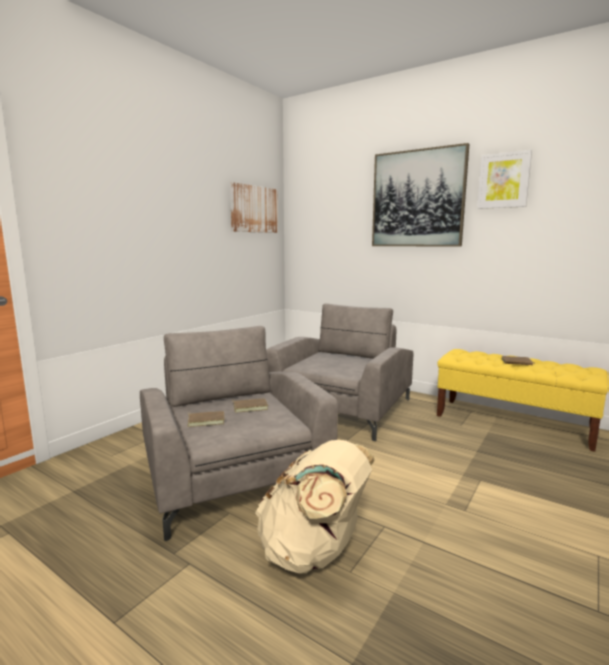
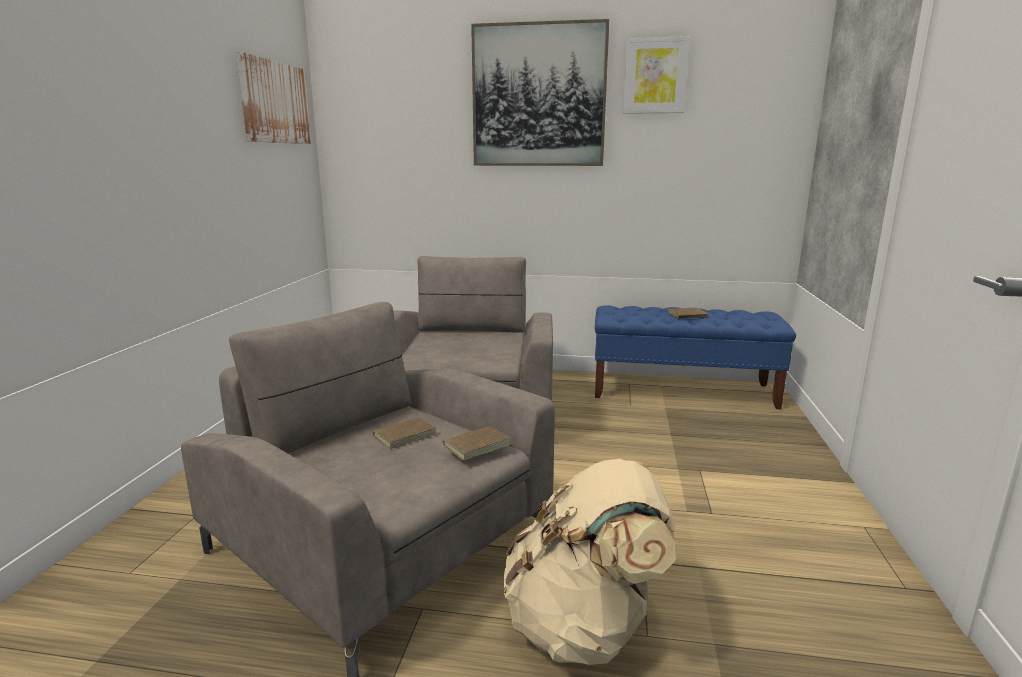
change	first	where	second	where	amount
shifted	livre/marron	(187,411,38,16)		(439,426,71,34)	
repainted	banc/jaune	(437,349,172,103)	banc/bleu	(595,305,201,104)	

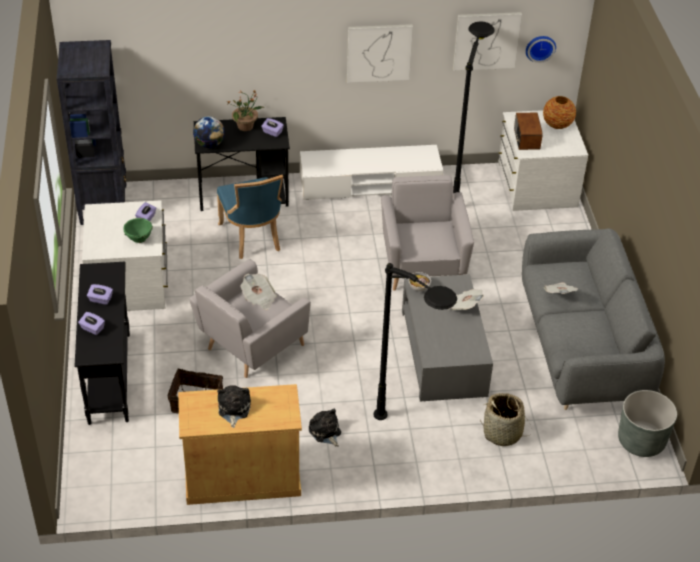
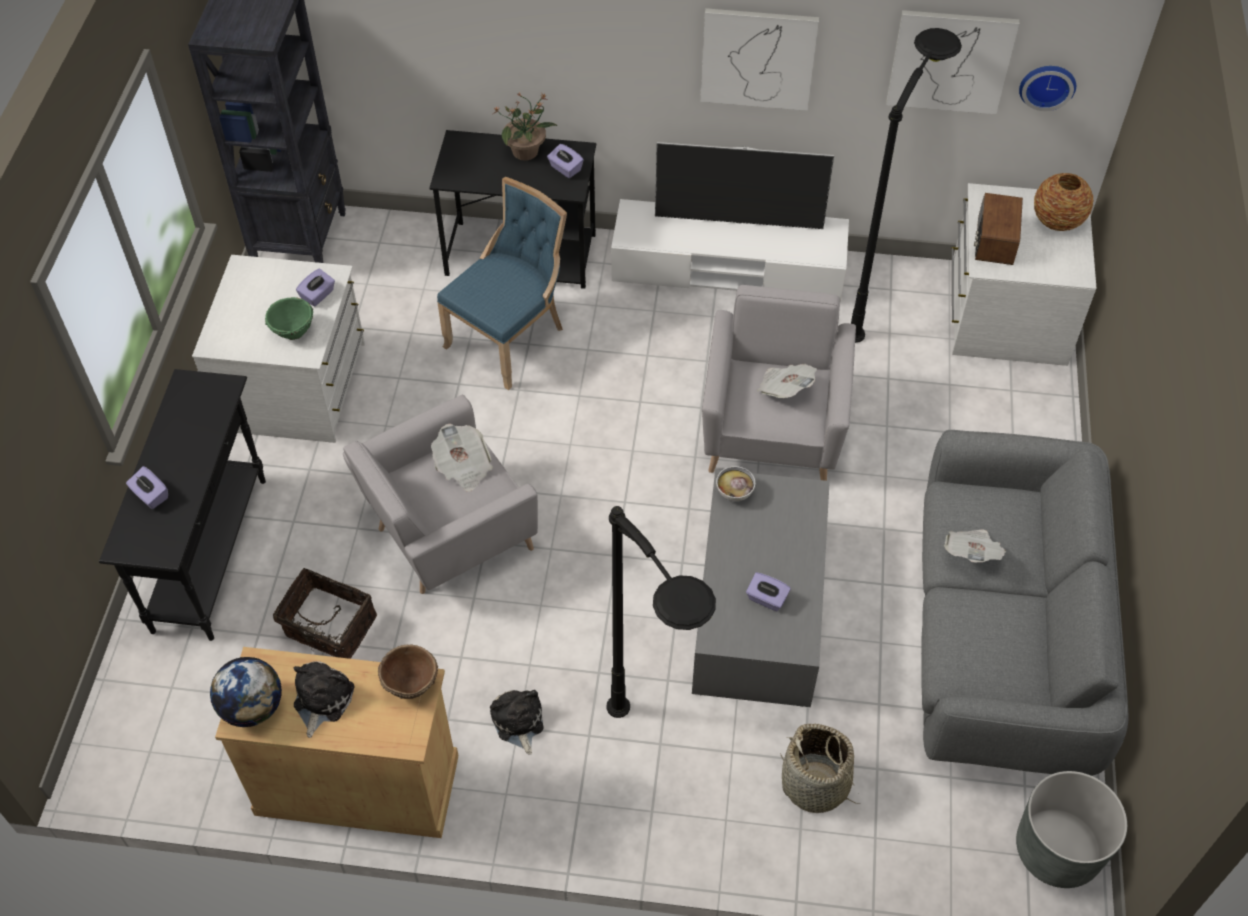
change	first	where	second	where	amount
shifted	globe	(193,116,32,32)		(210,657,72,70)	
new			bol/marron	(378,645,60,54)	
rotated	chaise/bleu	(217,175,66,84)		(437,177,130,213)	135 degrees counterclockwise
new			téléviseur	(655,142,179,87)	
shifted	boîte à mouchoirs/violet	(87,284,26,21)		(746,572,45,39)	
shifted	journal	(449,289,35,21)		(757,364,60,34)	

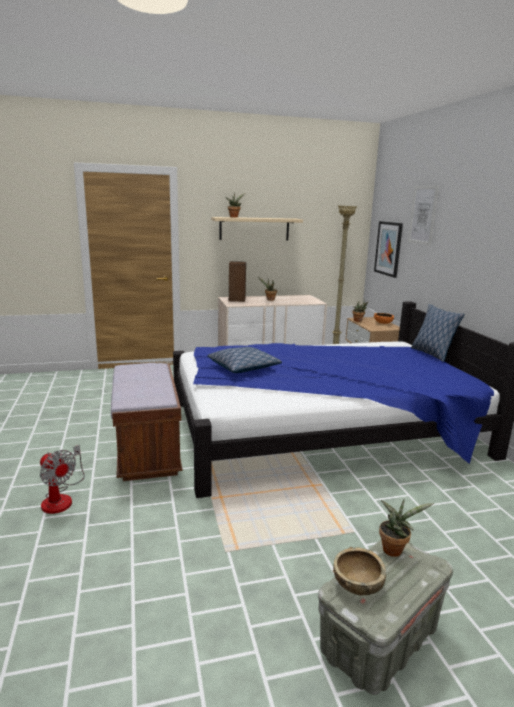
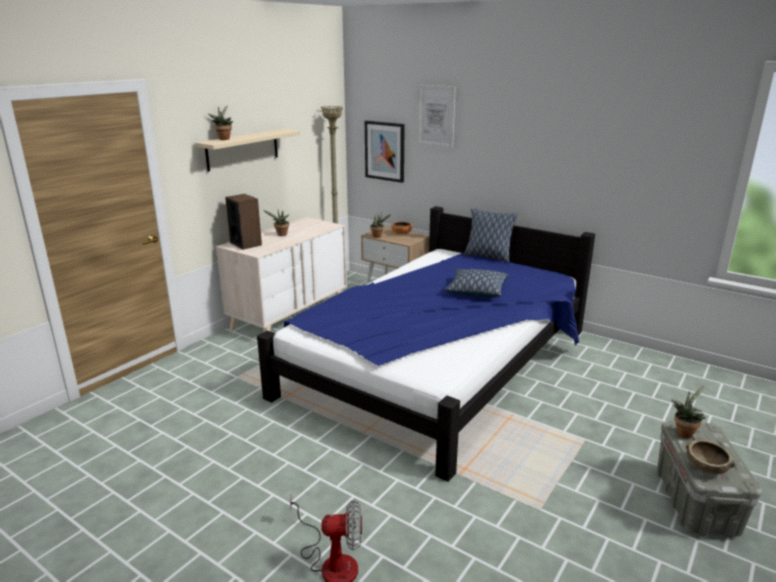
change	first	where	second	where	amount
shifted	coussin	(207,347,75,26)		(445,269,63,29)	
gone	banc/marron	(111,363,71,118)			

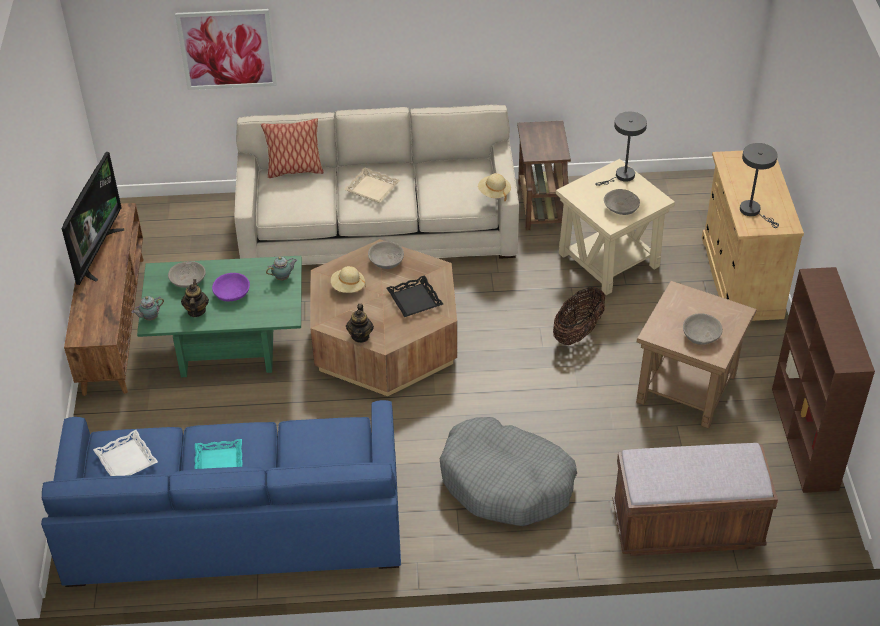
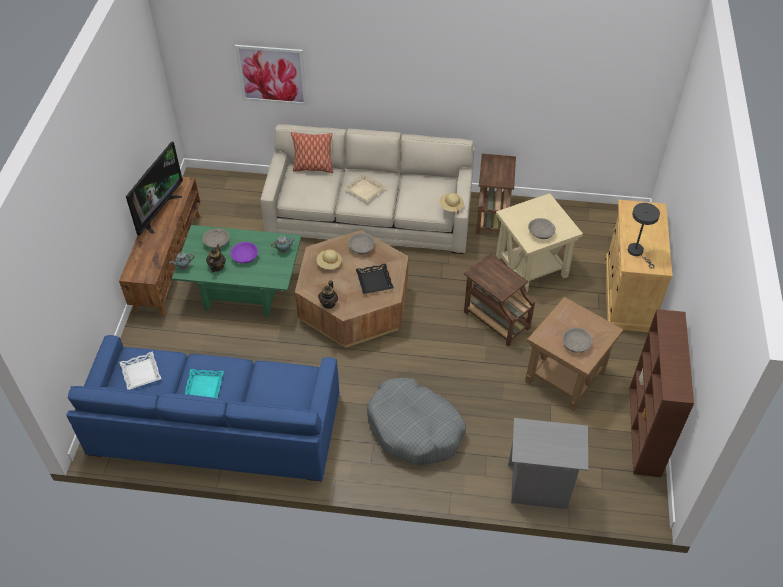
change	first	where	second	where	amount
swapped	panier	(553,287,52,58)	table d'appoint/marron	(464,254,71,93)	
swapped	banc/marron	(613,443,165,113)	table de chevet/gris	(508,418,80,91)	
gone	lampe de table/gris	(596,112,51,74)			

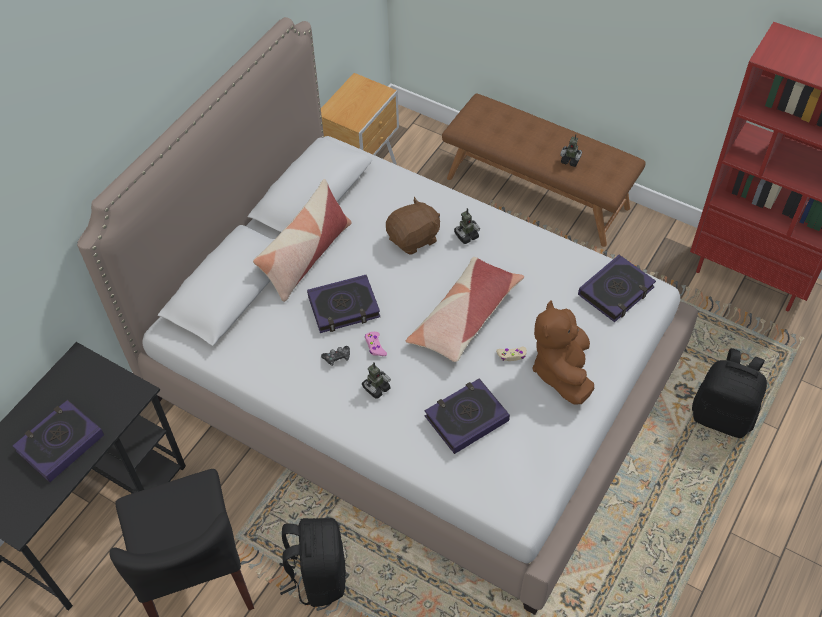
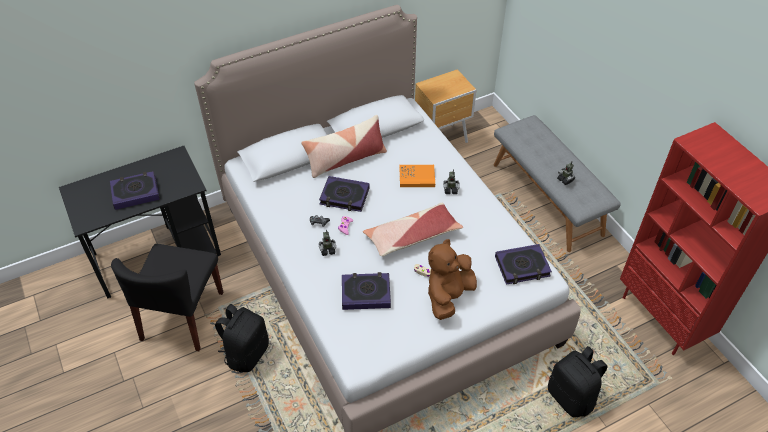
change	first	where	second	where	amount
swapped	peluche/marron	(386,197,54,58)	livre/orange	(399,165,36,22)	
repainted	banc/marron	(442,93,203,154)	banc/gris	(493,115,128,137)	

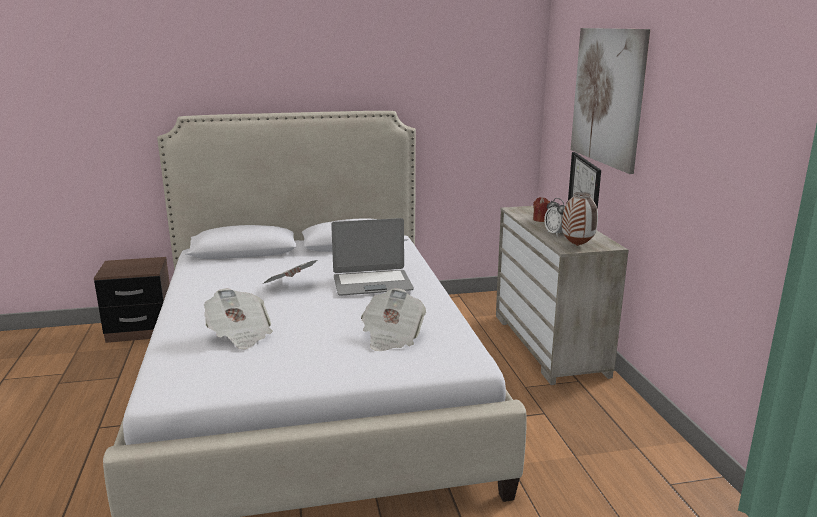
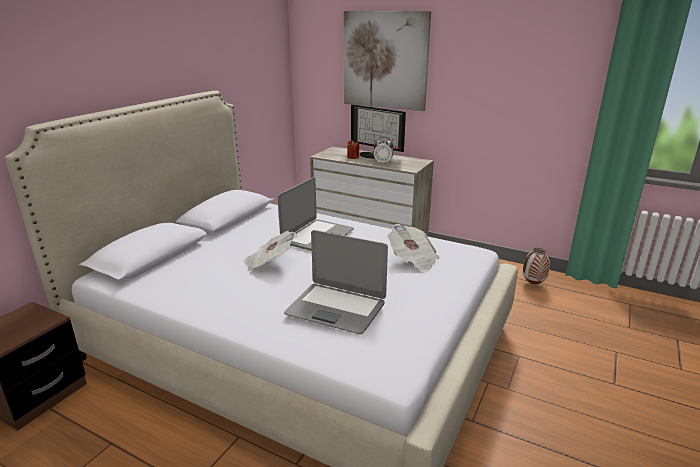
change	first	where	second	where	amount
swapped	journal	(204,288,69,62)	ordinateur portable	(284,230,104,104)	
shifted	vase	(562,192,36,54)		(523,248,27,36)	

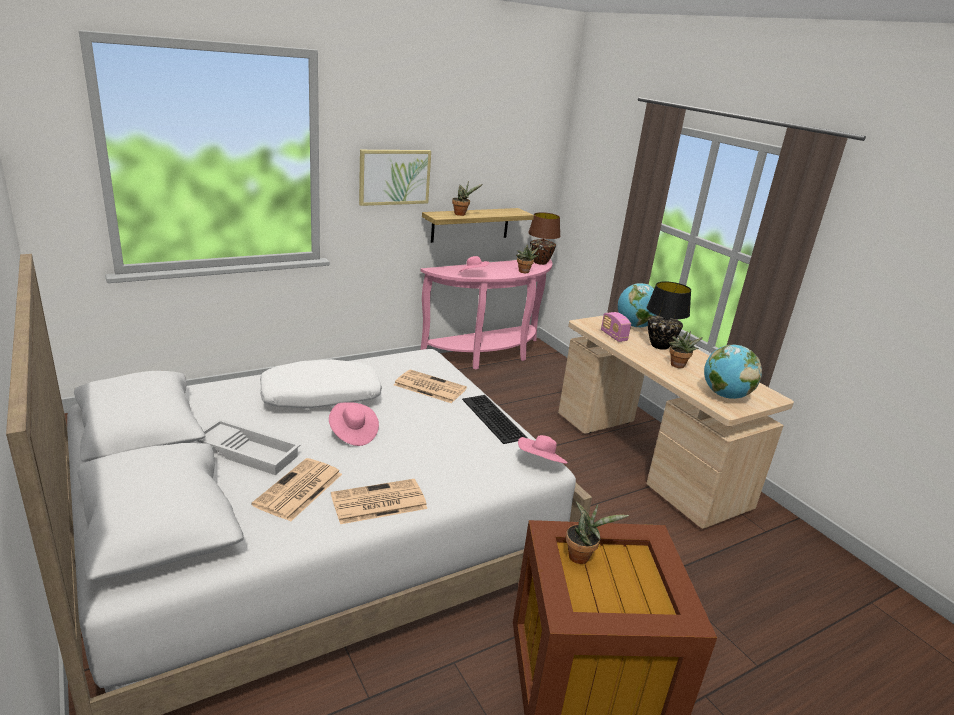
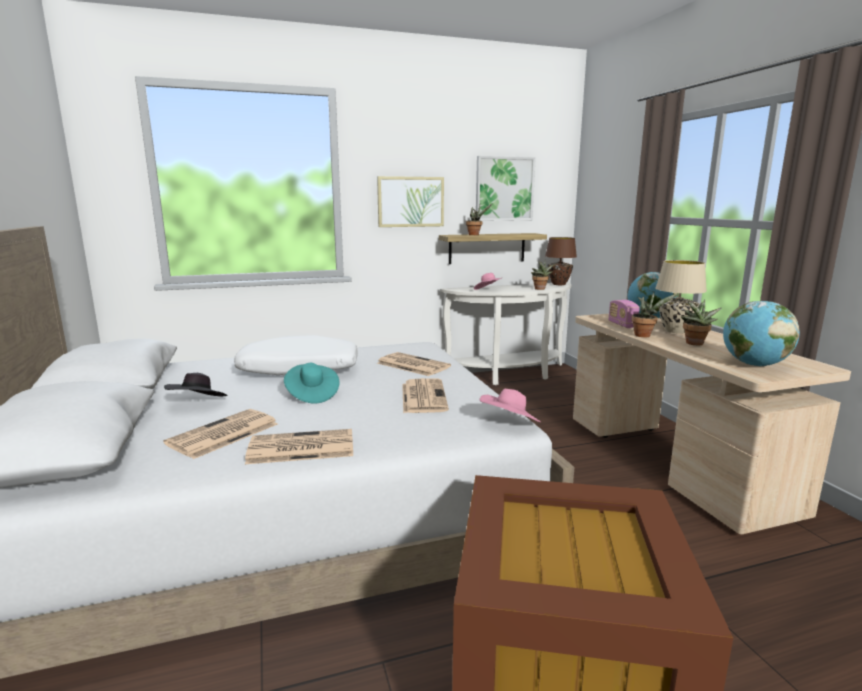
change	first	where	second	where	amount
swapped	plateau/blanc	(197,419,104,56)	chapeau/noir	(164,373,63,24)	
repainted	chapeau/rose	(329,402,50,44)	chapeau/turquoise	(284,363,55,41)	
new			journal	(402,378,47,35)	
repainted	table console/rose	(420,259,133,111)	table console/blanc	(440,282,131,103)	
new			tableau	(476,156,60,65)	
shifted	plante en pot	(566,501,63,63)		(631,292,47,45)	
repainted	lampe de table/noir	(647,281,44,69)	lampe de table/beige	(655,260,52,73)	
gone	clavier	(462,395,65,49)			

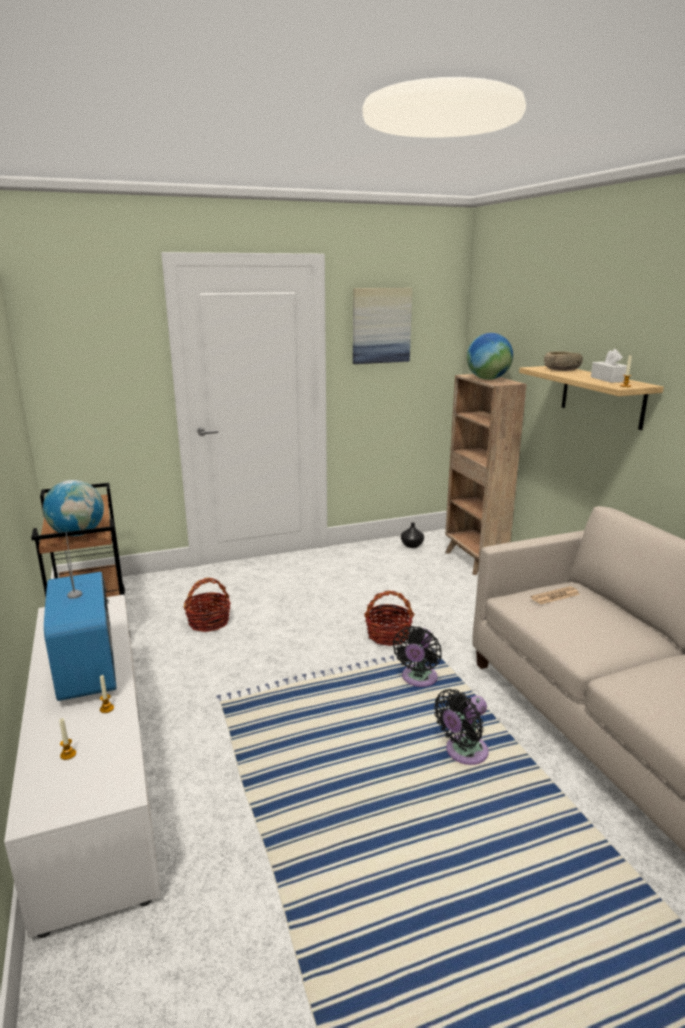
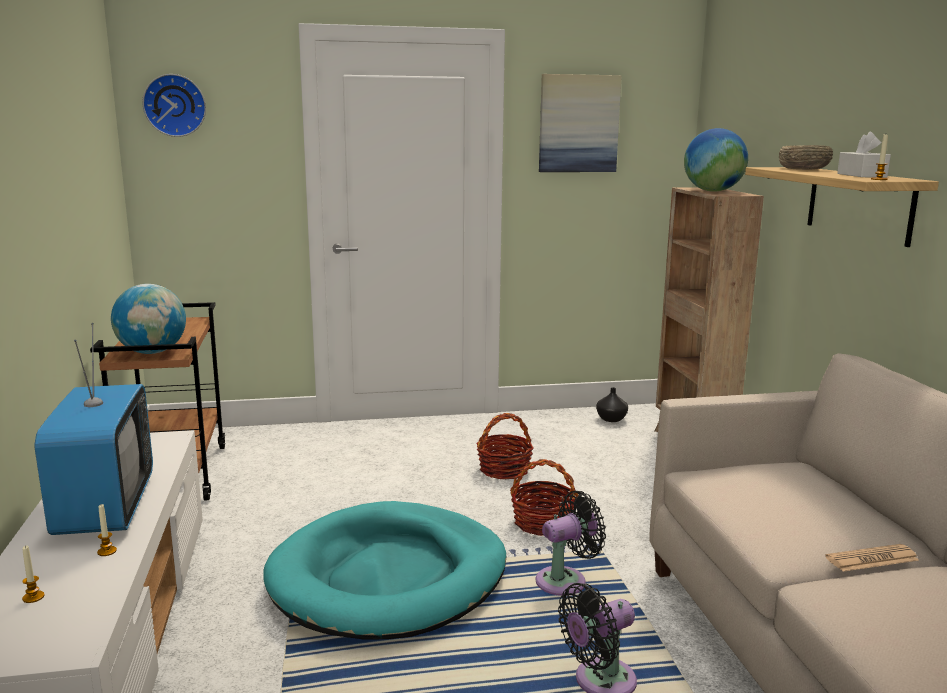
change	first	where	second	where	amount
new			horloge murale	(142,74,64,63)	
new			panier pour chien/turquoise	(263,501,243,139)	
shifted	panier	(184,578,47,54)		(477,413,57,66)	
rotated	ventilateur/noir	(393,626,49,61)		(536,491,70,105)	150 degrees counterclockwise
shifted	journal	(531,586,49,19)		(825,544,94,28)	

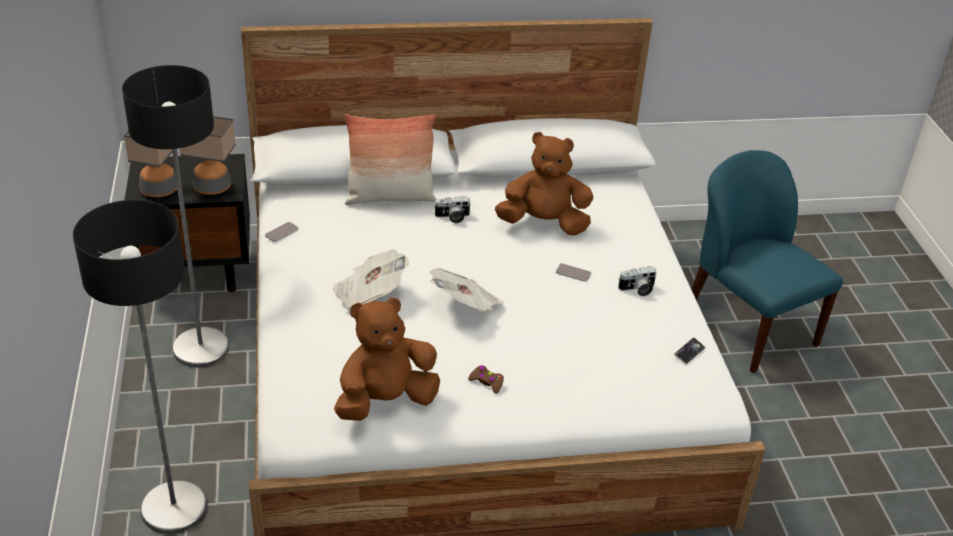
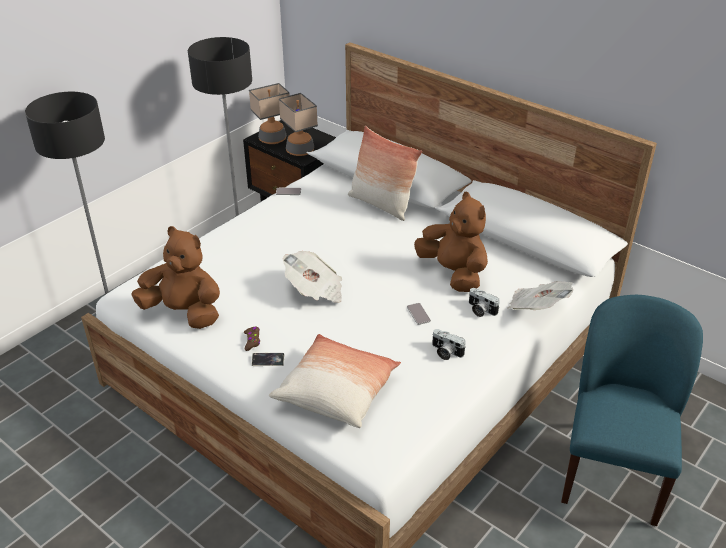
change	first	where	second	where	amount
shifted	téléphone	(674,337,32,28)		(252,353,32,13)	
new			coussin	(269,334,132,94)	
shifted	appareil photo	(434,196,37,27)		(469,288,31,29)	
shifted	journal	(333,249,76,61)		(507,281,66,29)	

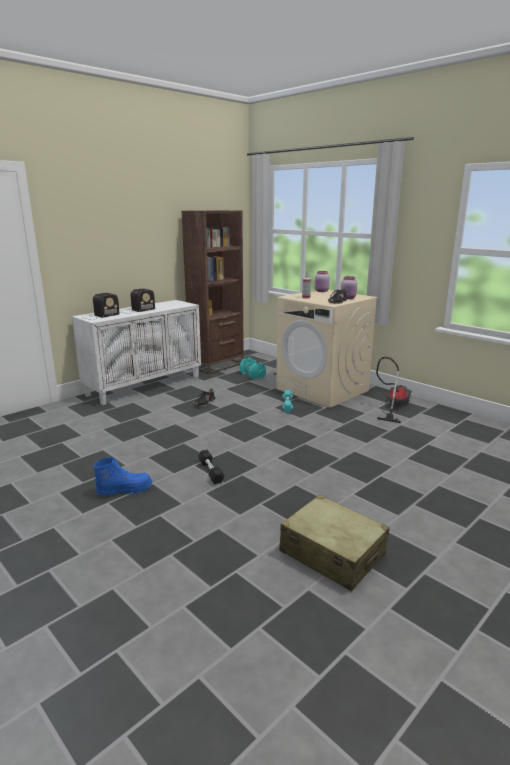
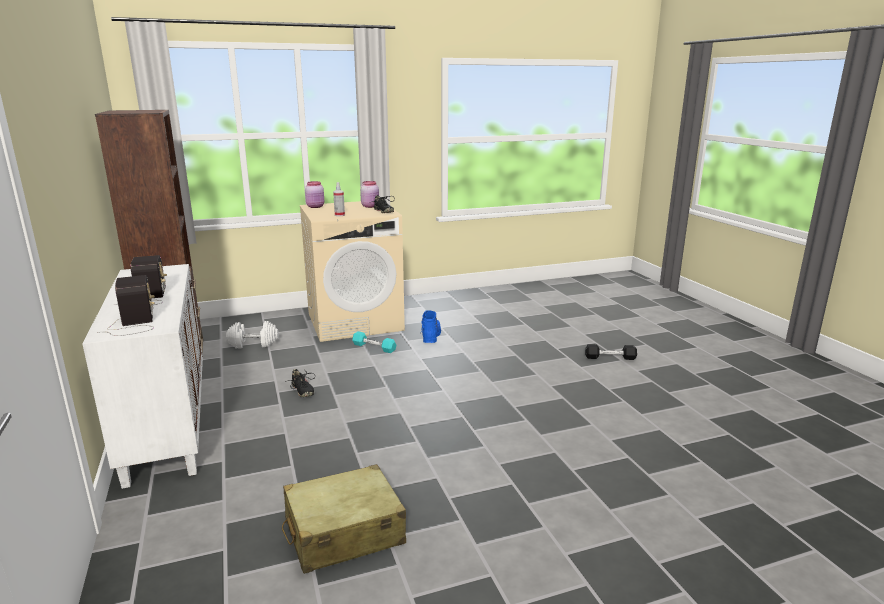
change	first	where	second	where	amount
repainted	haltère/turquoise	(240,357,26,23)	haltère/blanc	(226,321,53,28)	
shifted	valise/beige	(279,495,110,96)		(282,464,124,110)	
shifted	botte/bleu	(93,456,60,40)		(420,310,21,33)	
shifted	haltère/noir	(198,450,27,34)		(585,344,52,16)	
gone	aspirateur	(376,357,36,66)			

